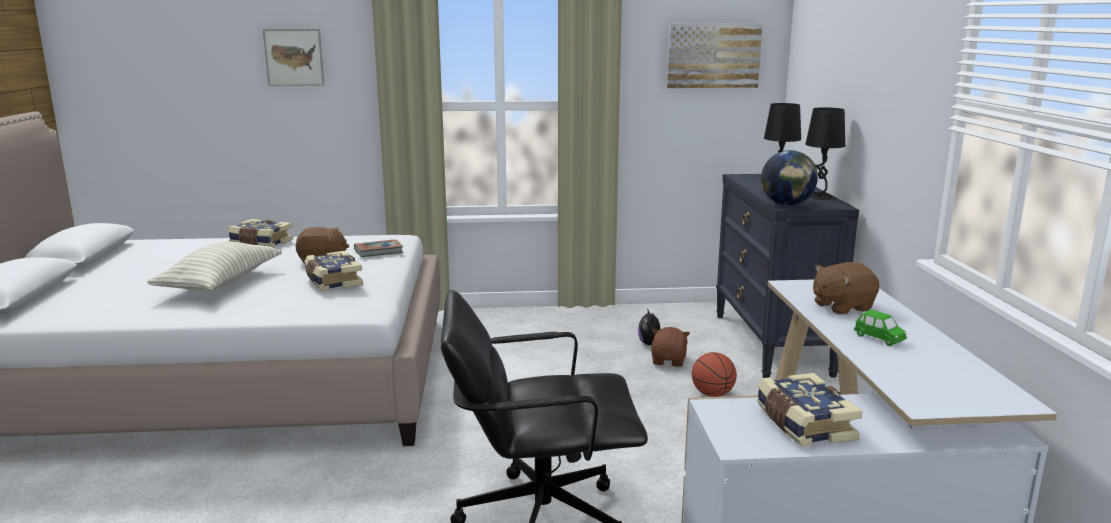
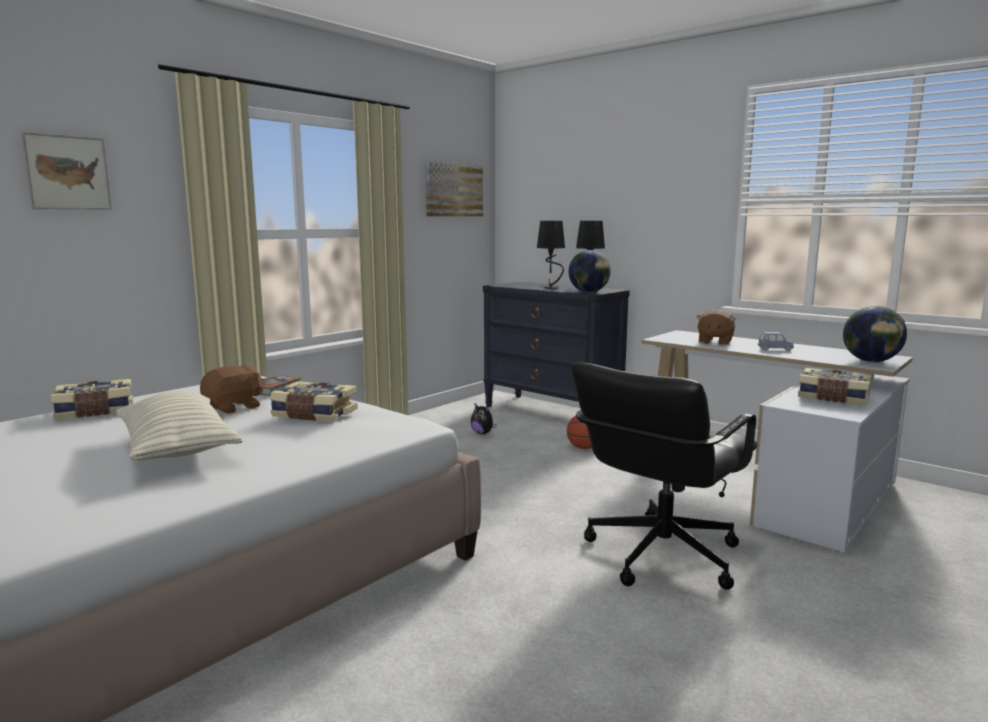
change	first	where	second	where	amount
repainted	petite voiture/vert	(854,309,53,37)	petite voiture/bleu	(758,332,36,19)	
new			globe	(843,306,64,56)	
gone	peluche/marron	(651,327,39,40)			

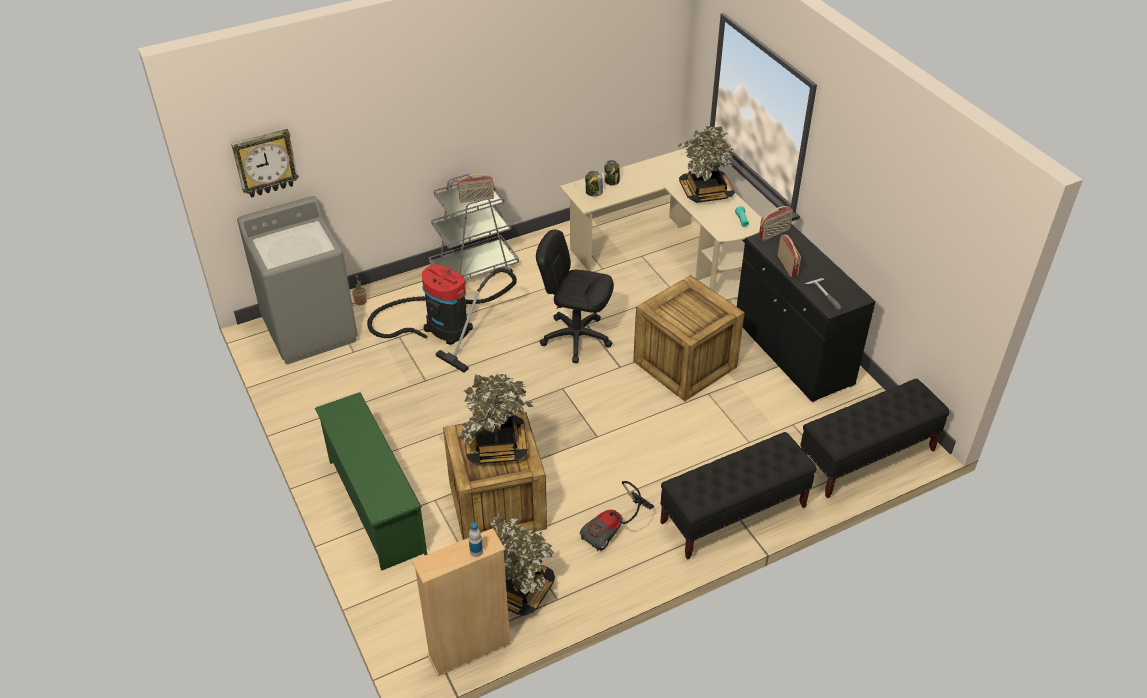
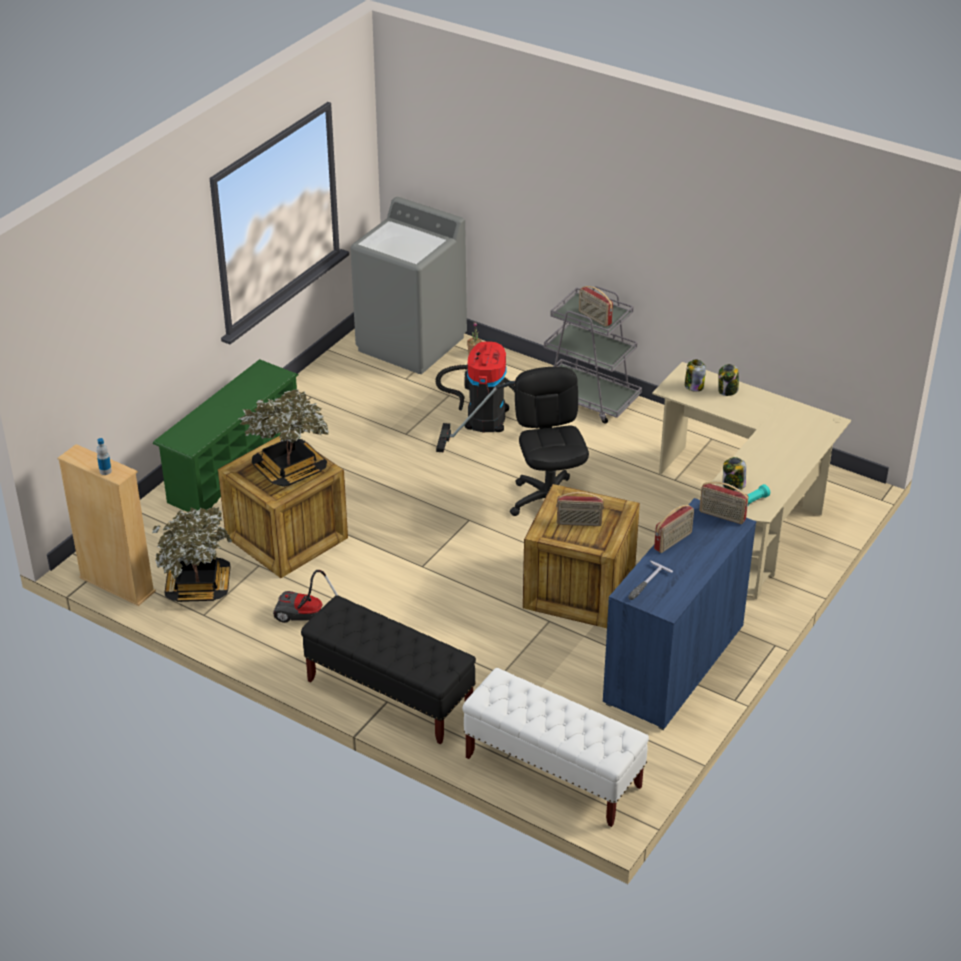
change	first	where	second	where	amount
repainted	banc/noir	(800,379,150,119)	banc/blanc	(463,668,186,159)	
new			radio	(556,492,48,34)	
repainted	meuble de rangement/noir	(737,224,139,178)	meuble de rangement/bleu	(603,498,153,232)	
new			bocal	(723,457,23,34)	
gone	horloge murale	(231,129,68,69)			
gone	plante en pot	(677,126,58,77)			

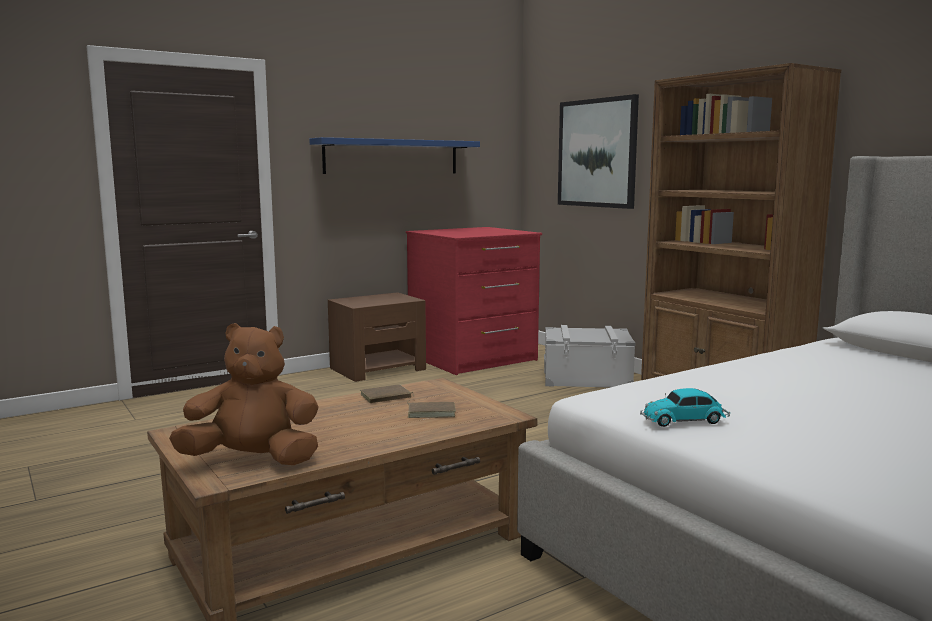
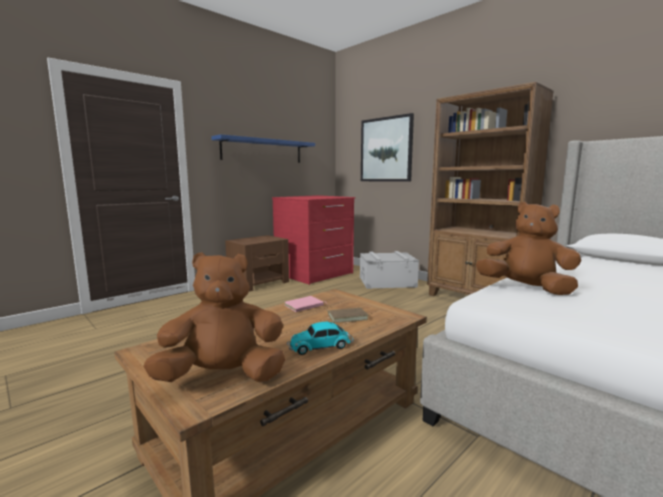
change	first	where	second	where	amount
repainted	livre/marron	(360,384,54,19)	livre/rose	(285,296,43,16)	
shifted	petite voiture	(640,388,90,39)		(287,322,67,33)	
new			peluche/marron	(476,202,106,93)	

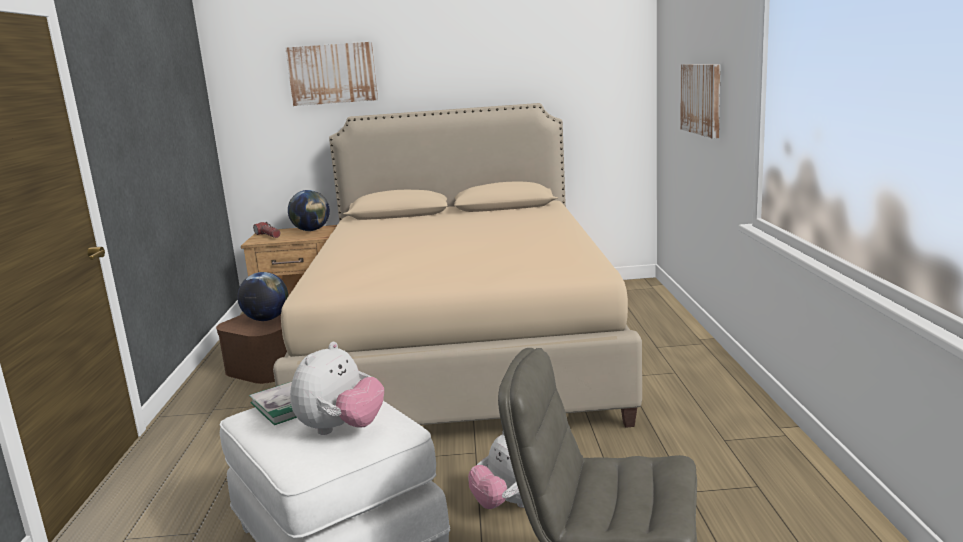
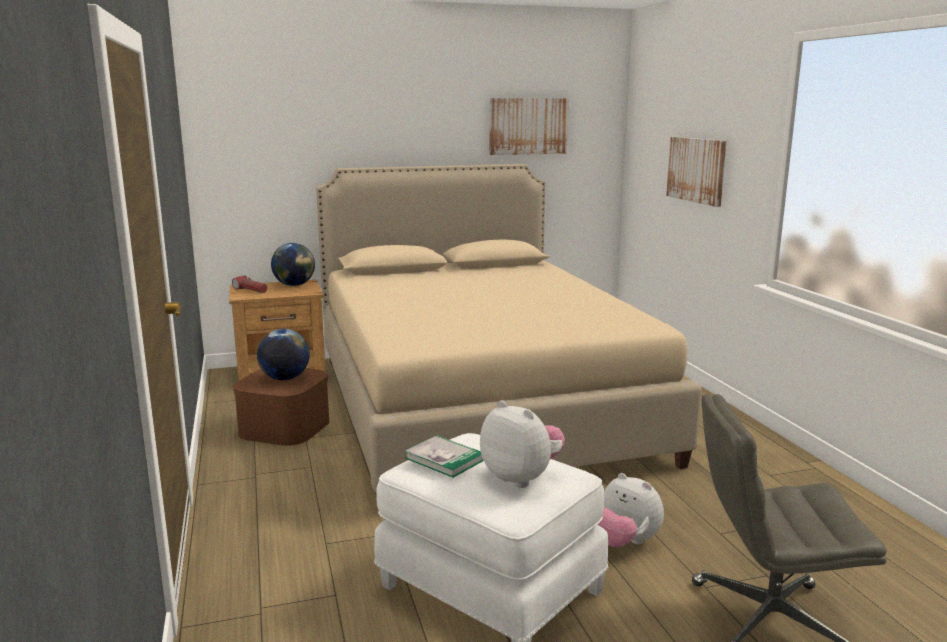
change	first	where	second	where	amount
rotated	peluche	(290,342,94,93)		(480,400,85,88)	60 degrees counterclockwise
shifted	tableau	(285,42,93,64)		(489,98,80,57)	

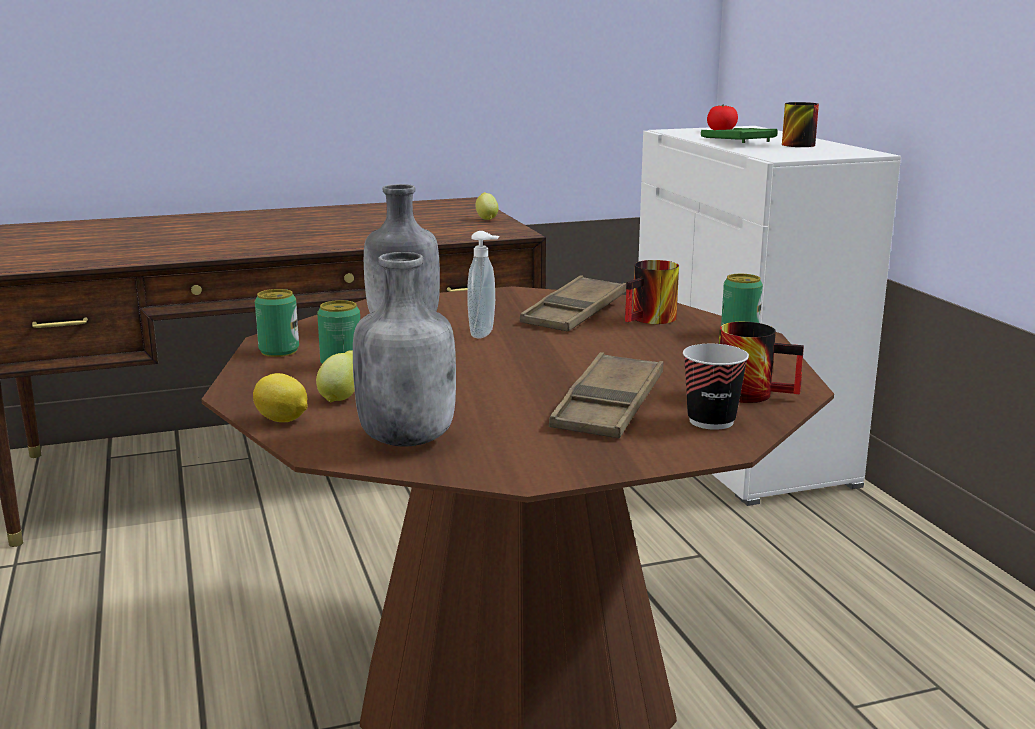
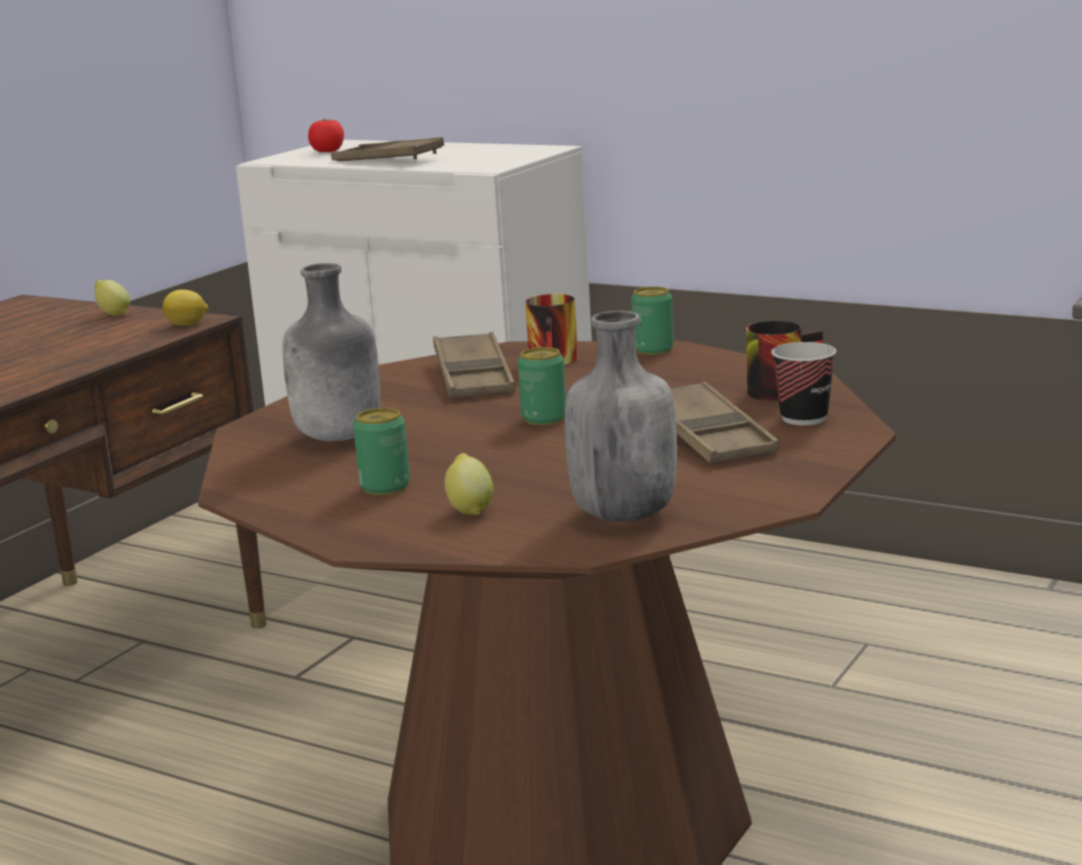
change	first	where	second	where	amount
shifted	citron	(253,373,55,49)		(163,290,45,36)	
repainted	plateau/vert	(701,128,77,15)	plateau/marron	(331,137,113,24)	
shifted	boîte métallique	(255,289,44,68)		(518,347,48,78)	
gone	distributeur de savon	(467,231,33,107)			
gone	mug	(782,102,37,45)			

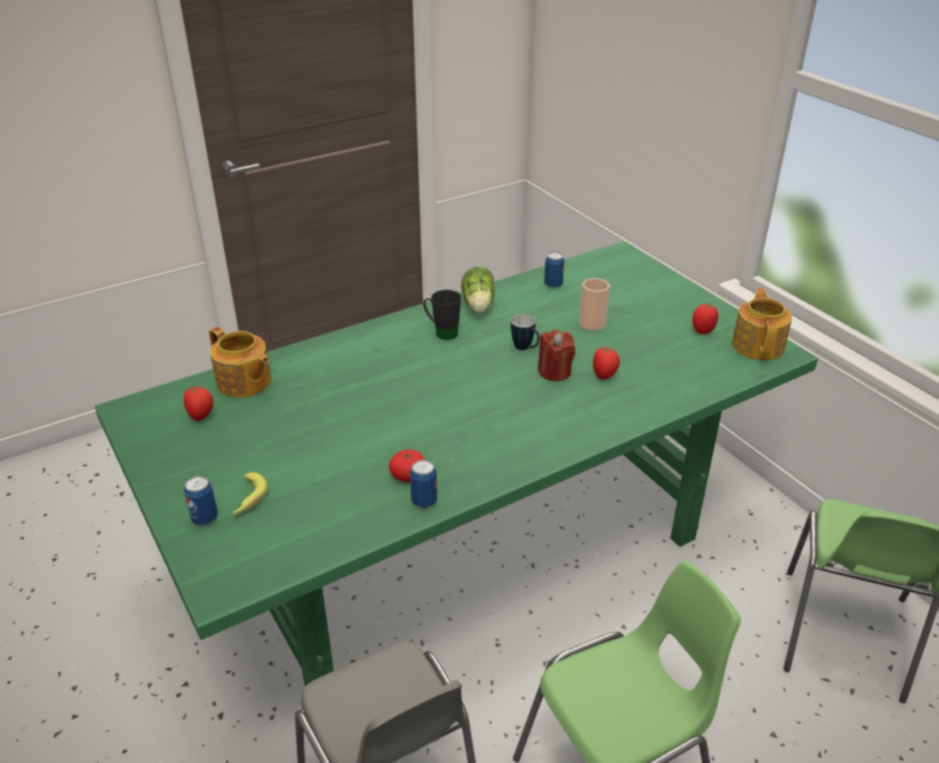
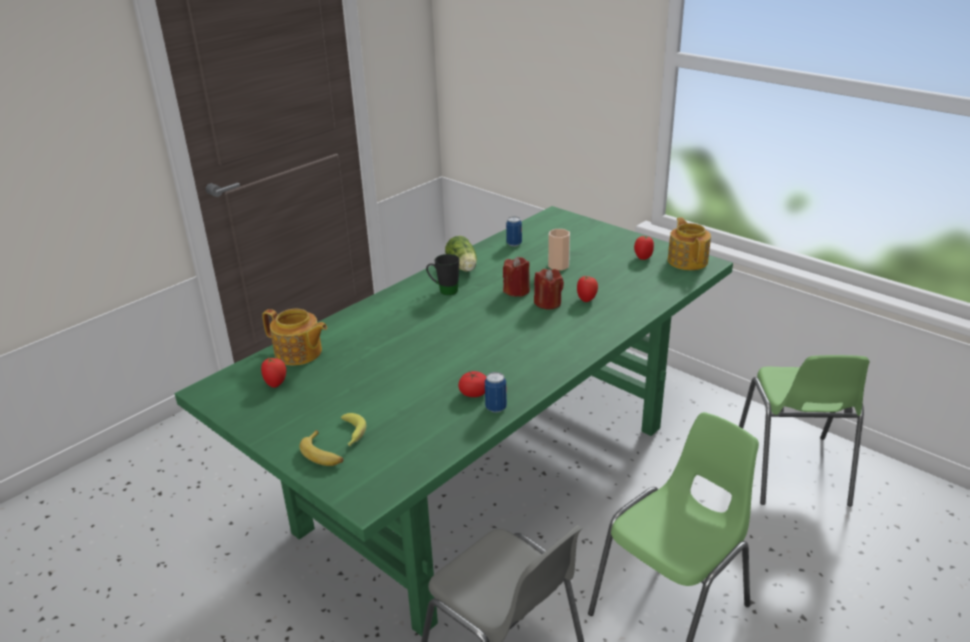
change	first	where	second	where	amount
swapped	boîte métallique	(184,476,34,49)	banane	(300,430,43,36)	
swapped	mug	(511,314,29,36)	bougie/rouge	(503,257,27,40)	

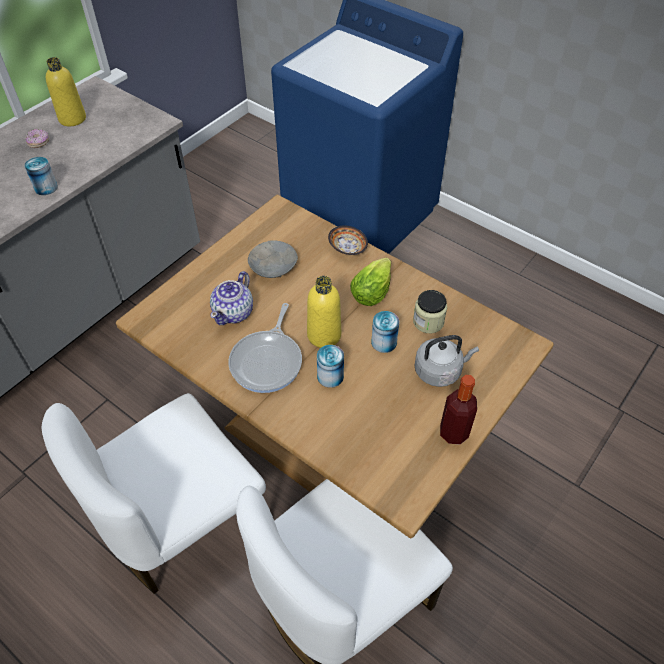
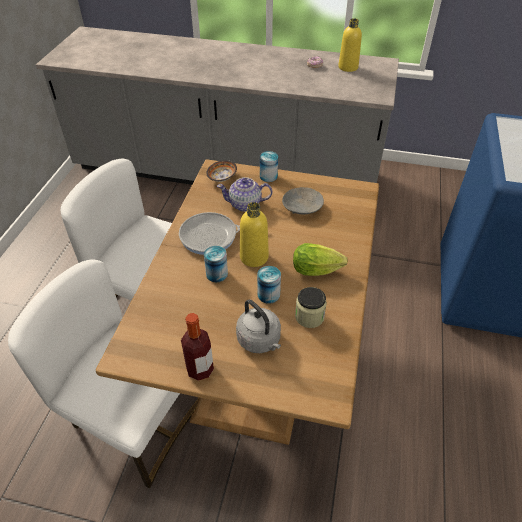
change	first	where	second	where	amount
shifted	bol	(328,225,40,30)		(206,160,31,22)	
shifted	boîte métallique	(25,157,33,38)		(260,151,18,31)	

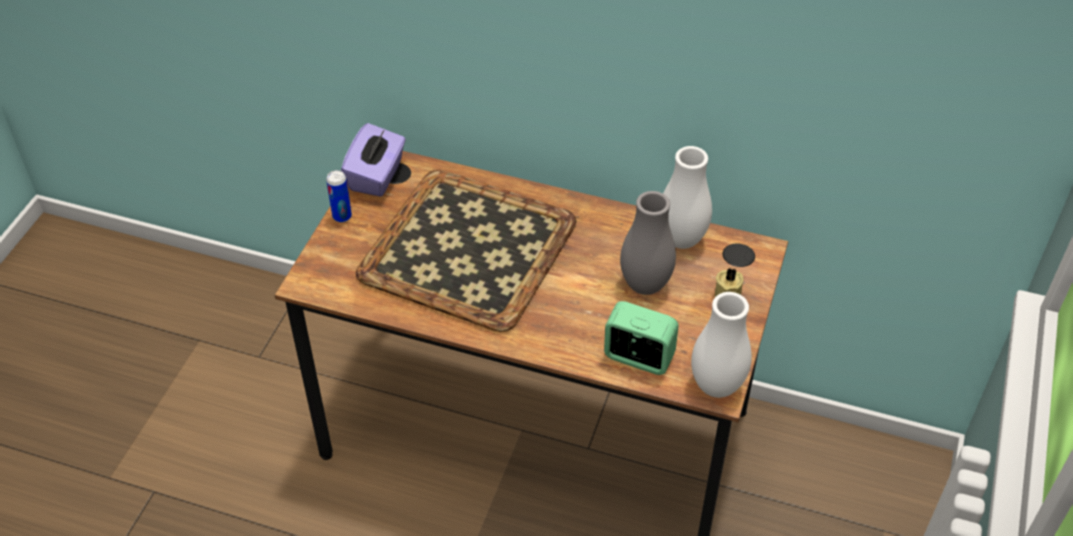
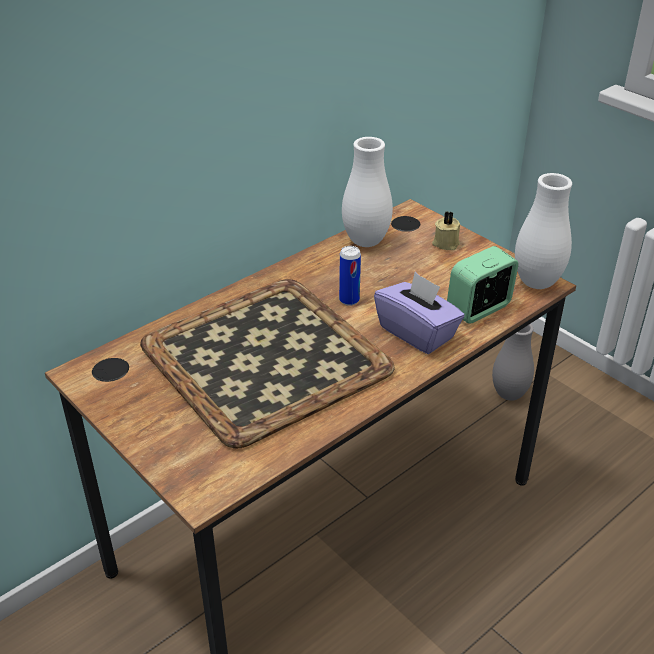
change	first	where	second	where	amount
shifted	boîte métallique	(326,170,26,52)		(339,246,22,60)	
shifted	boîte à mouchoirs/violet	(341,123,65,74)		(374,272,91,82)	
shifted	vase/gris	(620,191,56,104)		(492,324,42,77)	

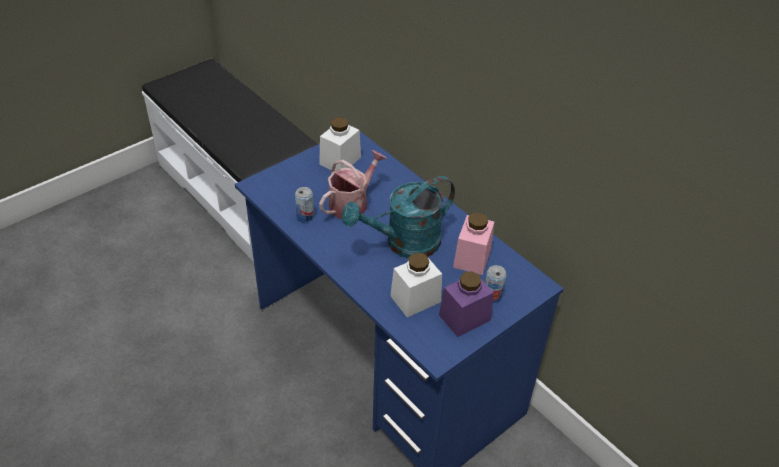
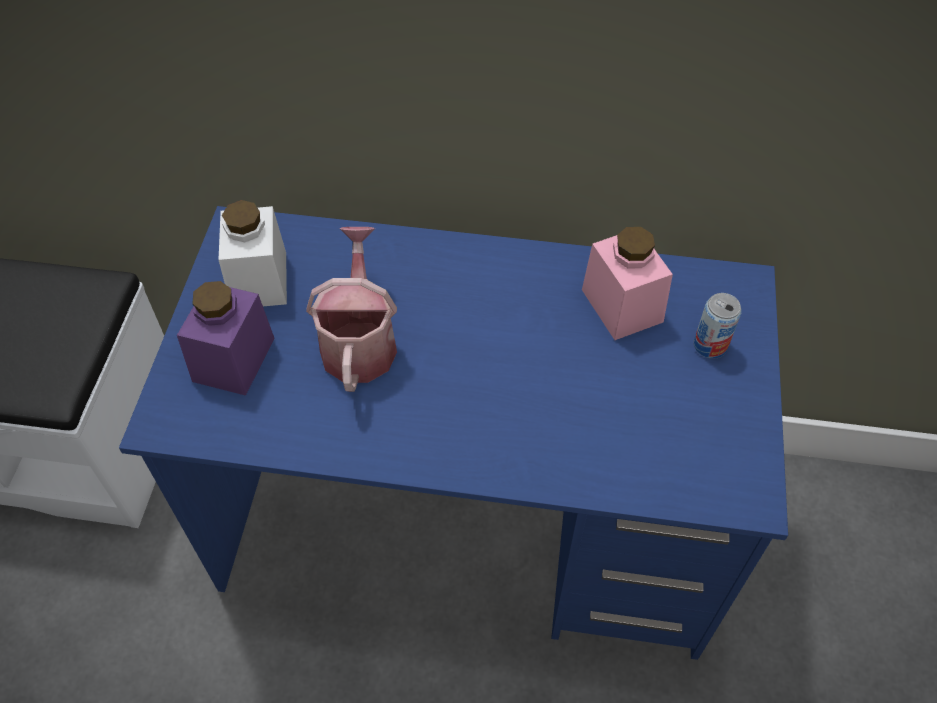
change	first	where	second	where	amount
shifted	bocal/violet	(439,271,55,66)		(177,281,98,115)	
gone	boîte métallique	(295,187,19,35)			
gone	arrosoir/turquoise	(341,176,114,82)			
gone	bocal/blanc	(390,253,52,64)			

